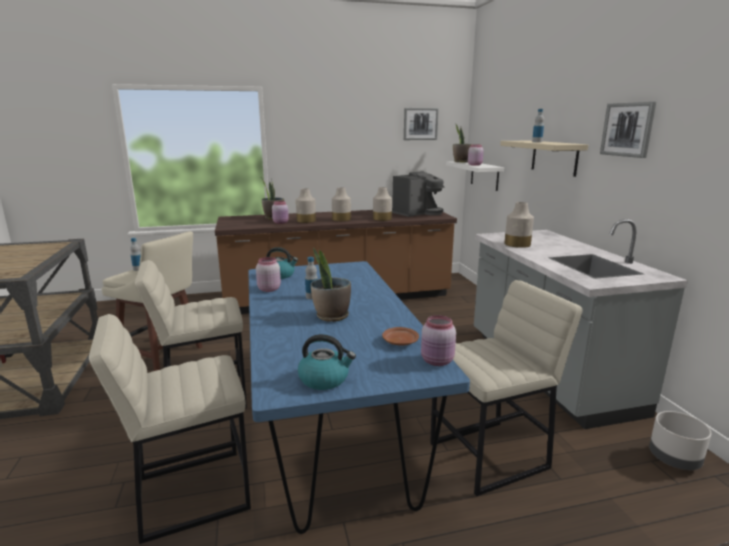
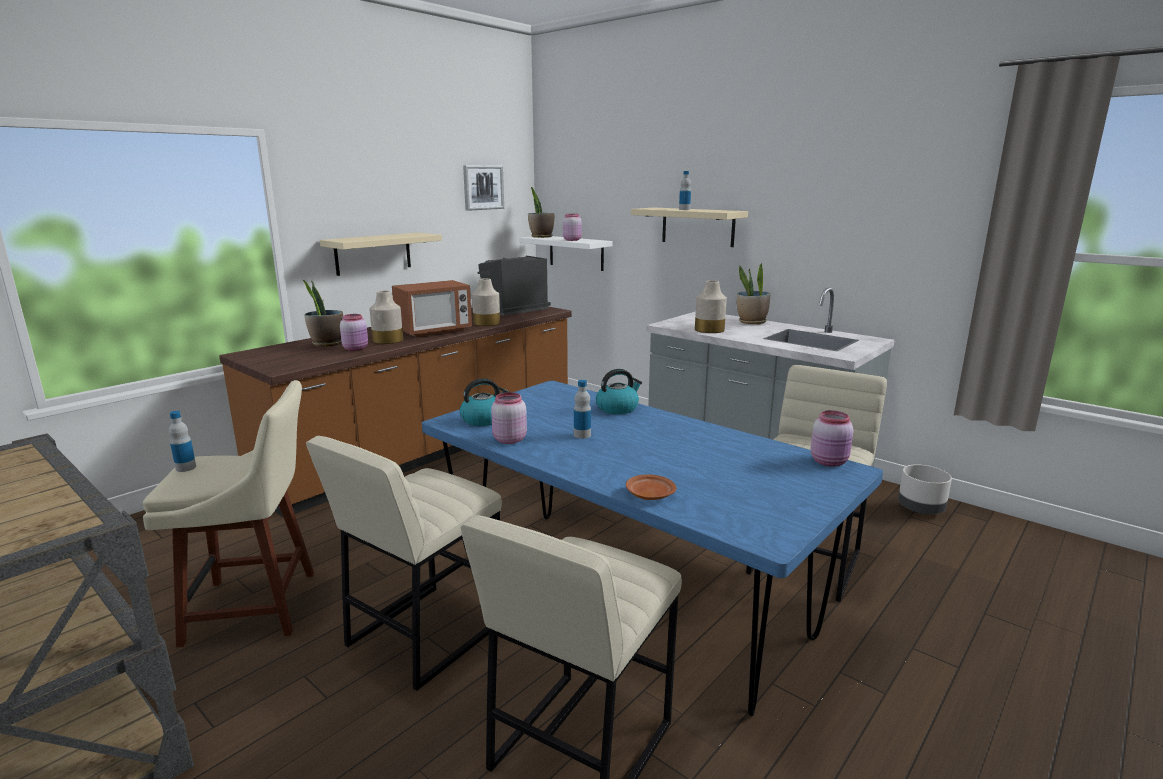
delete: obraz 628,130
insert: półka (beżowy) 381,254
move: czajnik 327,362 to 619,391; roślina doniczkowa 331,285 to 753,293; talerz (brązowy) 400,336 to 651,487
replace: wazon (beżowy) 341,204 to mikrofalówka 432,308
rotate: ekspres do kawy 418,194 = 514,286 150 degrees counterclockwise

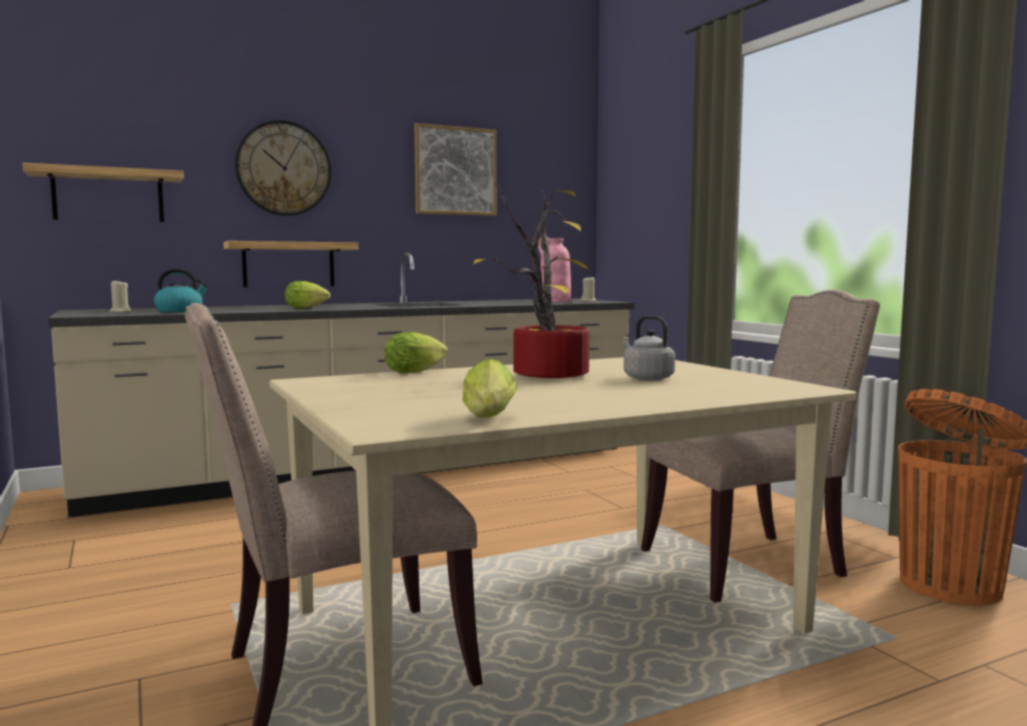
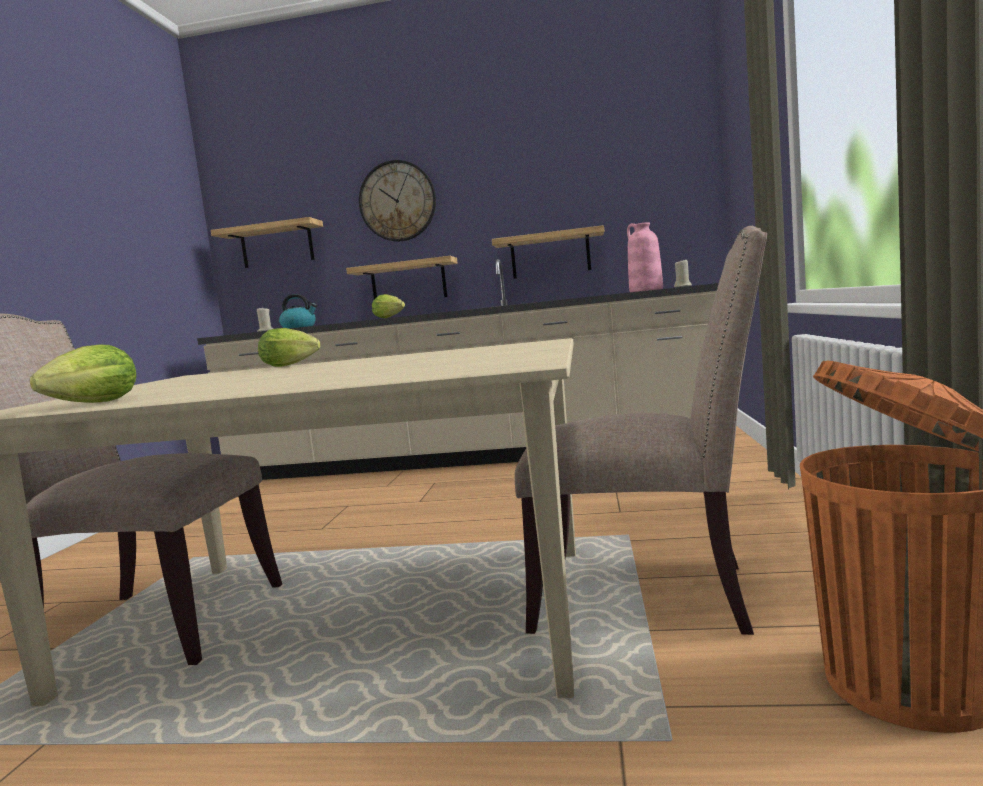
delete: obraz 455,169; roślina doniczkowa 531,280; czajnik (szary) 648,348
insert: półka 548,252

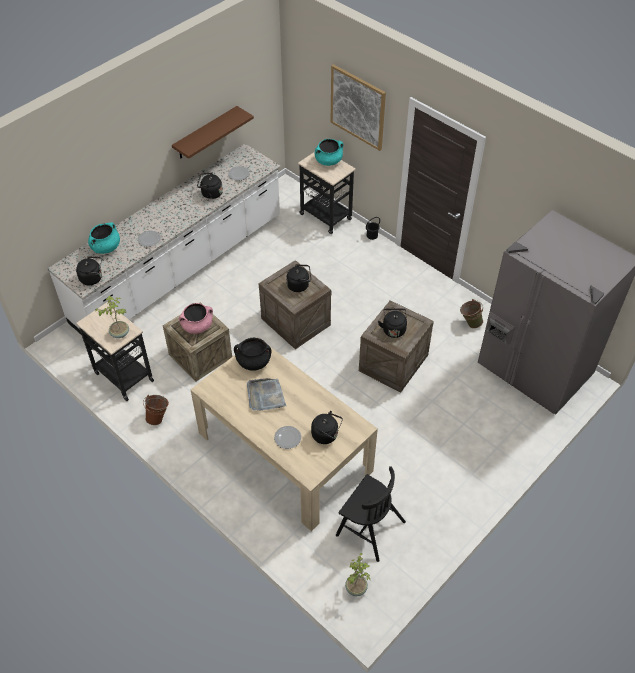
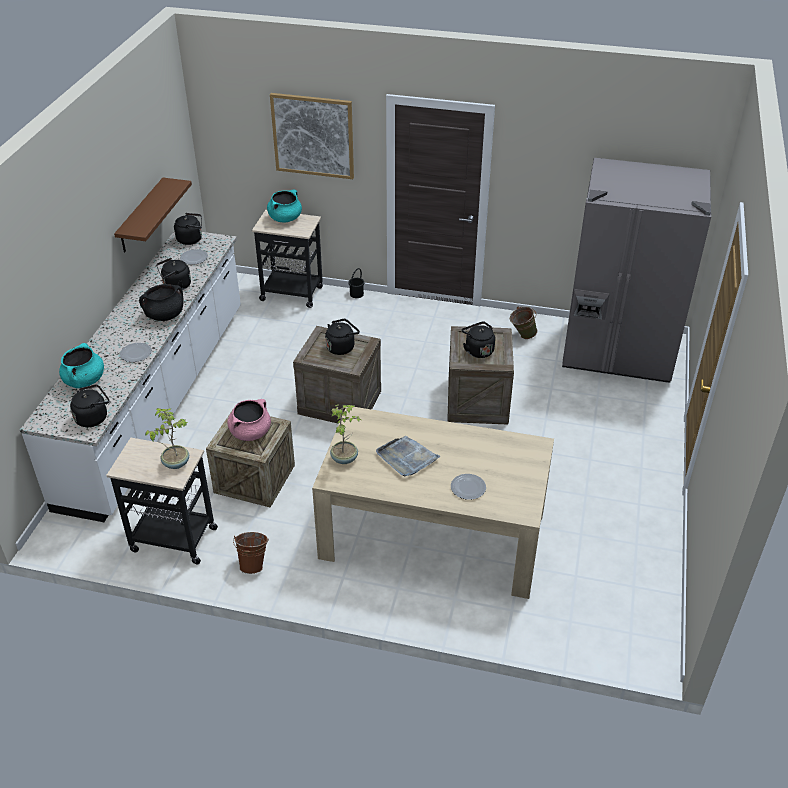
delete: krzesło (czarny) 371,514
move: garnek (czarny) 252,354 to 161,302; czajnik (czarny) 327,427 to 188,229; roślina doniczkowa 357,574 to 346,434

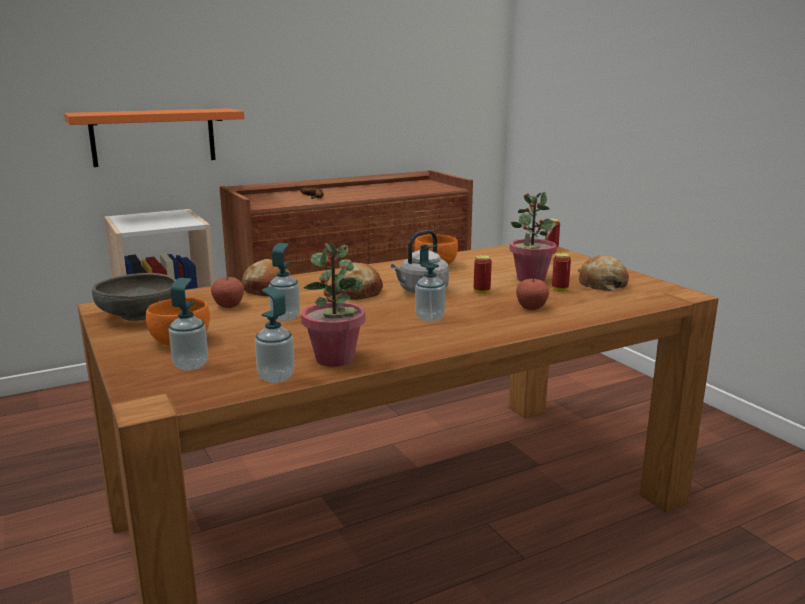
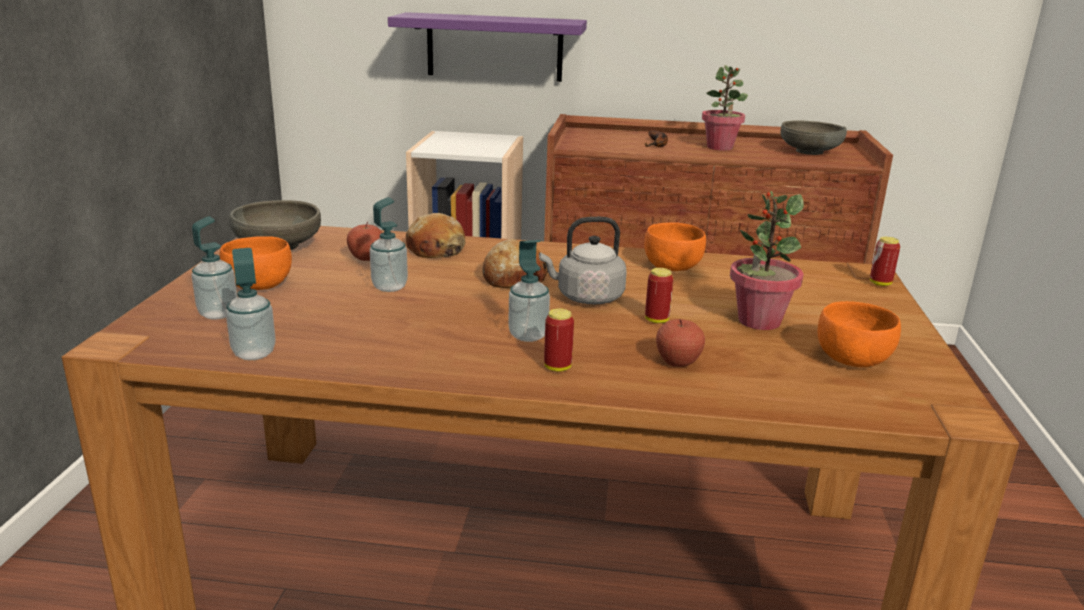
insert: miska (szary) 814,137
move: roślina doniczkowa 333,305 to 725,108; puszka 561,272 to 559,340
replace: chleb 603,273 to miska (pomarańczowy) 859,334
recolor: półka (pomarańczowy) 154,137 to półka (fioletowy) 487,47

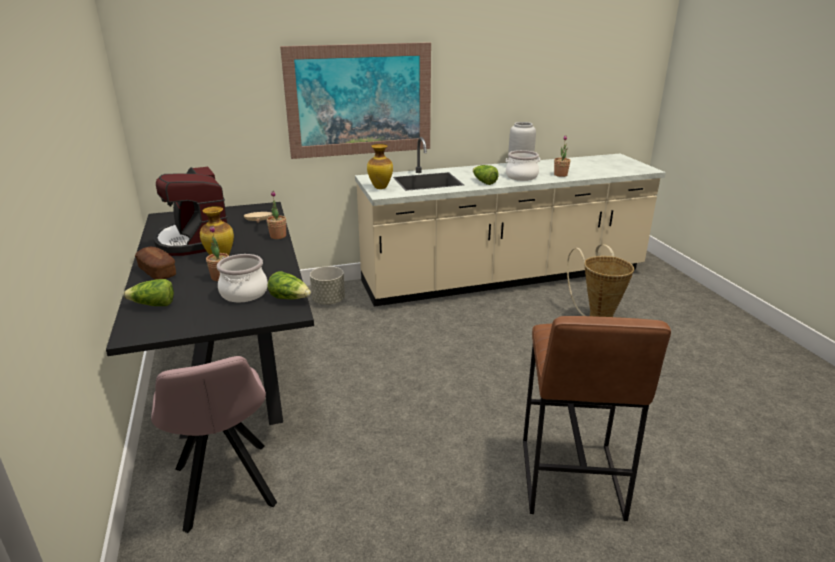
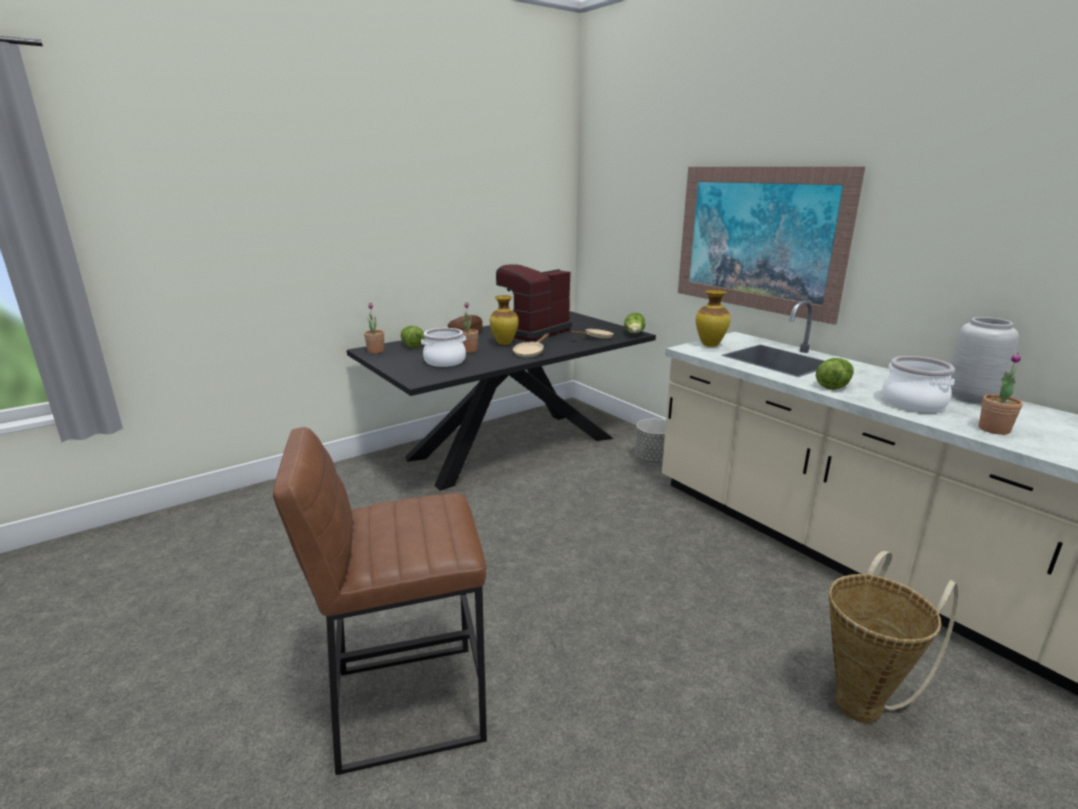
delete: krzesło (różowy) 214,444
insert: patelnia (beżowy) 531,345
move: roślina doniczkowa 276,215 to 374,328; sałata 289,285 to 634,323

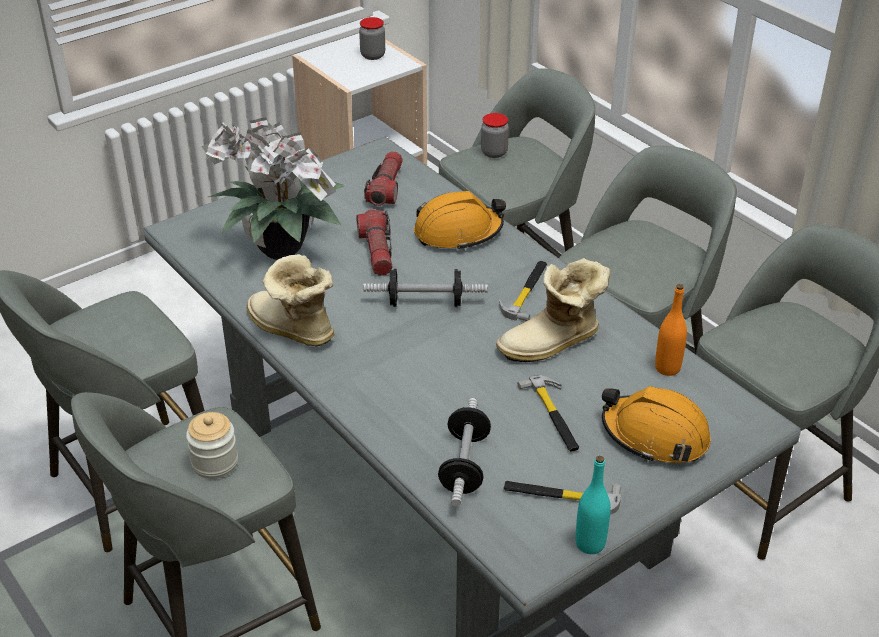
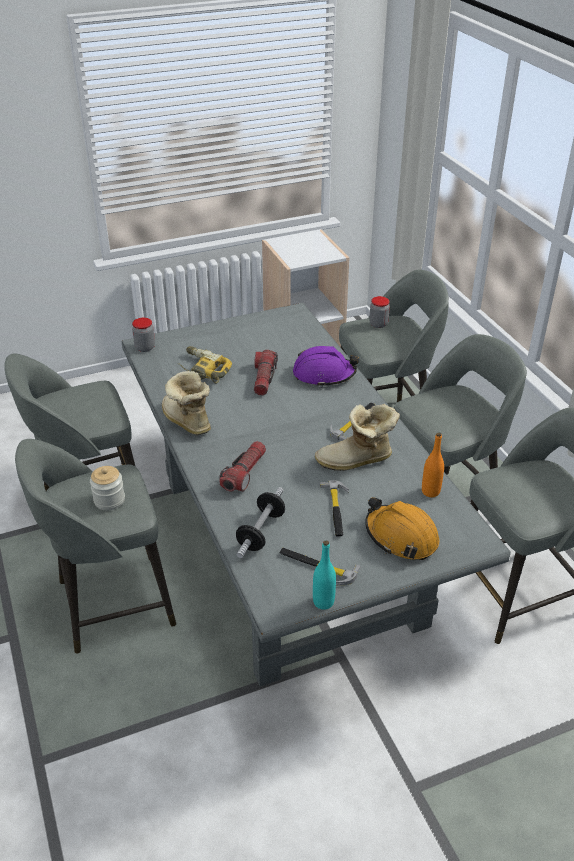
delete: hantel 425,288
move: słoik 372,38 to 143,335; latarka 383,178 to 243,466
replace: roślina doniczkowa 273,188 to wiertarka 205,365
recolor: kask (pomarańczowy) 460,221 to kask (fioletowy) 326,366

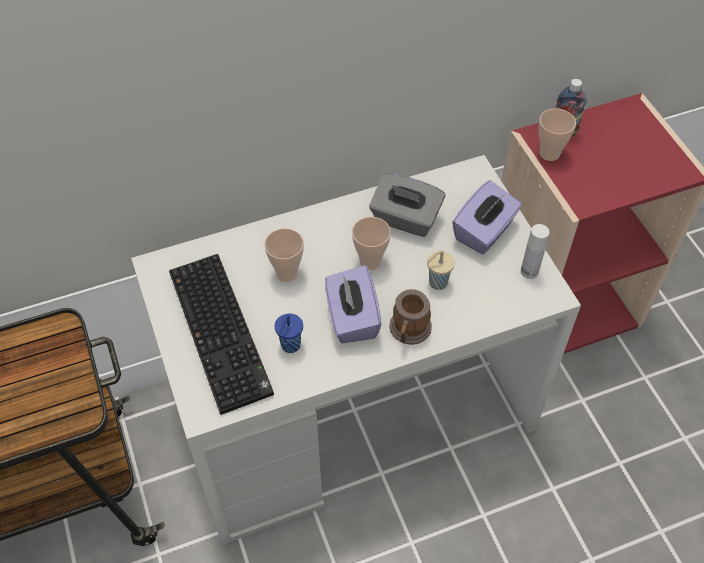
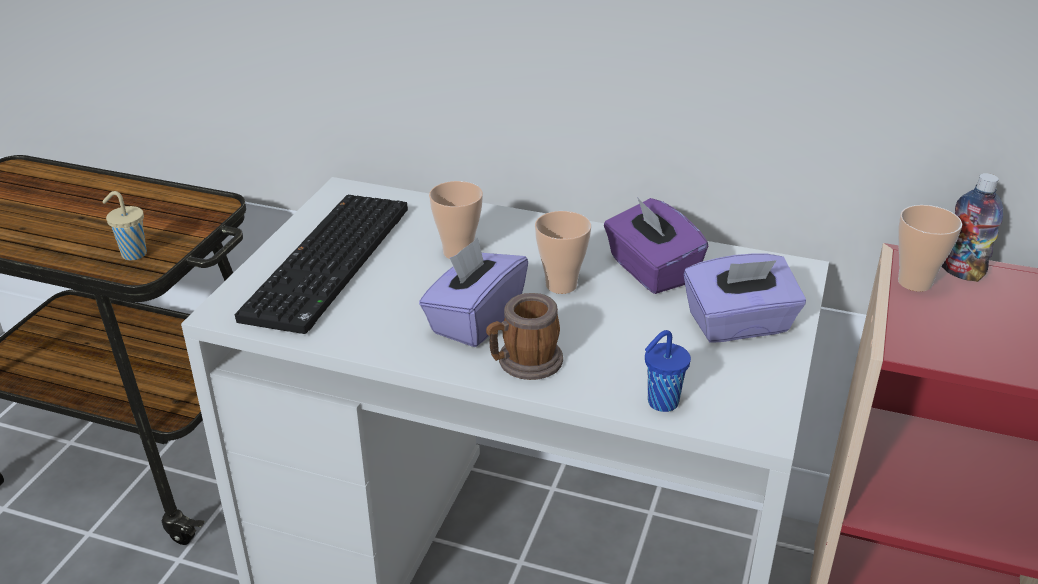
delete: butelka (biały) 535,251
move: filiżanka (niebieski) 289,333 to 668,371; filiżanka (beżowy) 441,270 to 124,225
recolor: pudełko chusteczek (szary) 407,205 to pudełko chusteczek (fioletowy) 656,245

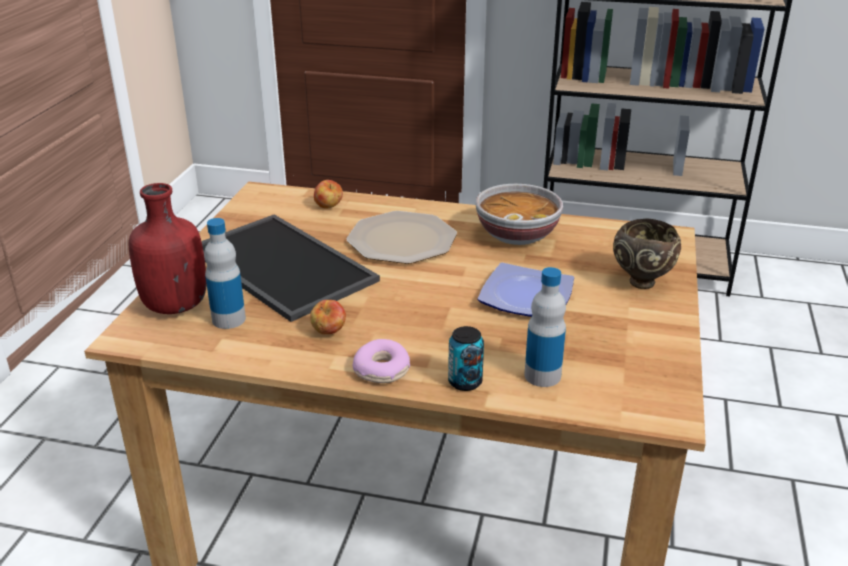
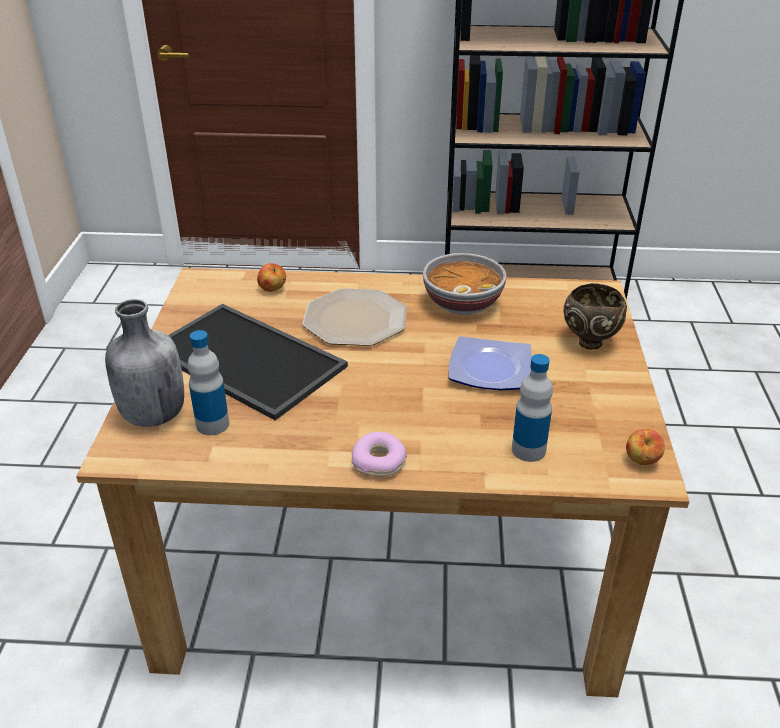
delete: puszka 466,358
move: jabłko 328,317 to 645,447
recolor: butelka (czerwony) 167,248 to butelka (szary) 144,363

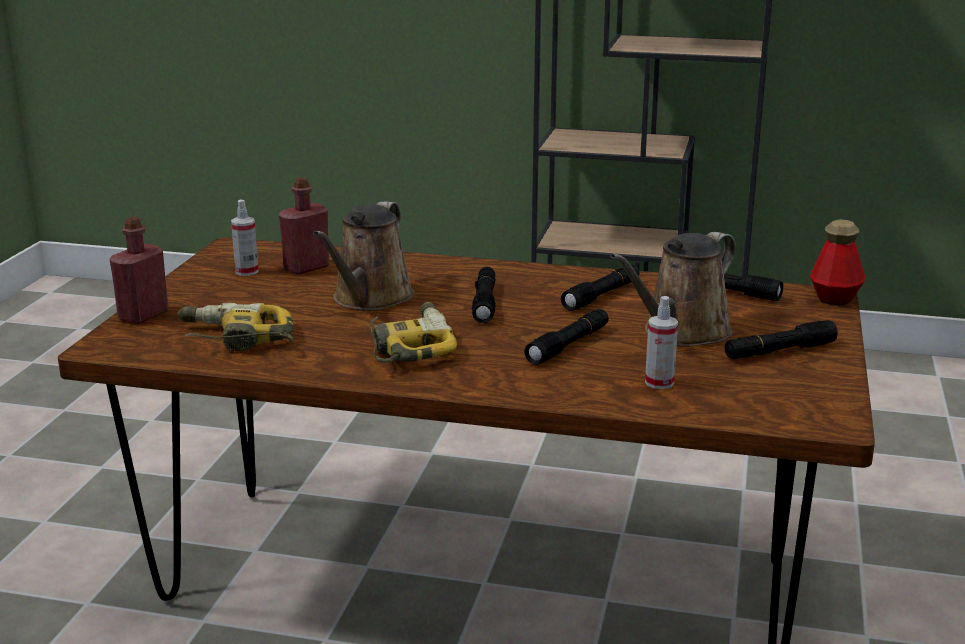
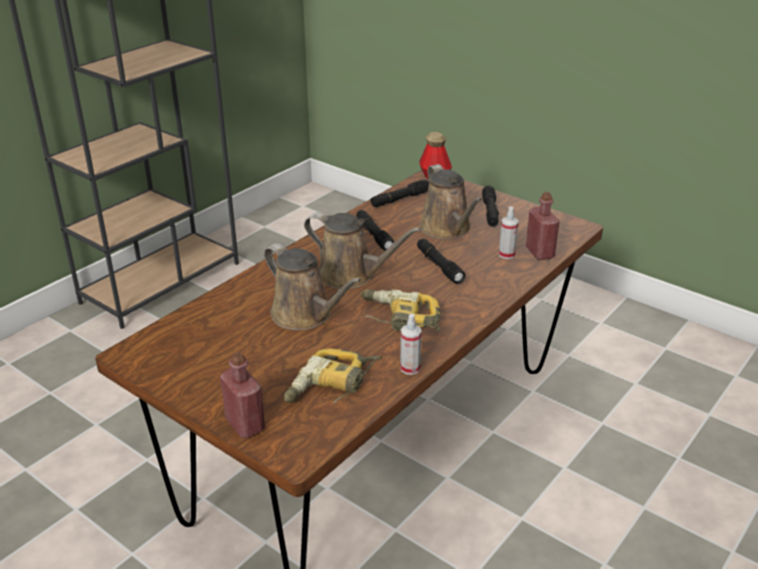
move: spryskiwacz 245,237 to 411,344; butelka (czerwony) 304,226 to 543,226
replace: latarka (czarny) 484,295 to konewka (brązowy) 362,250

